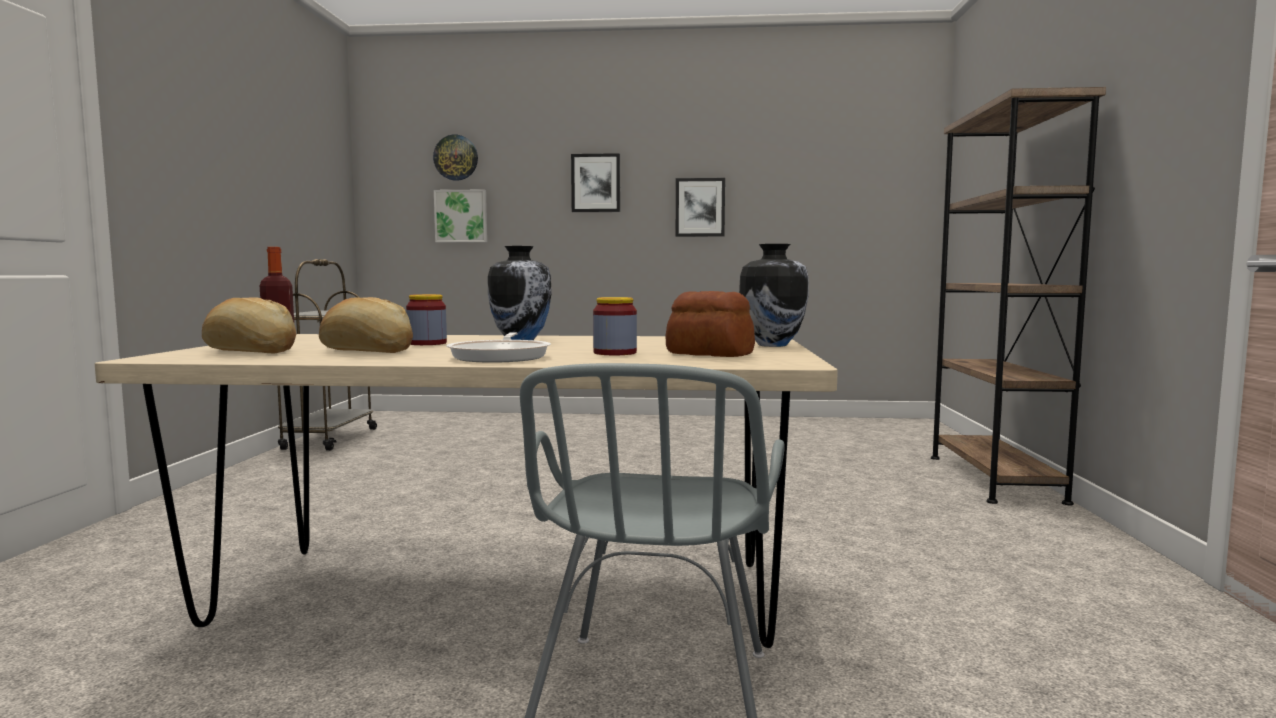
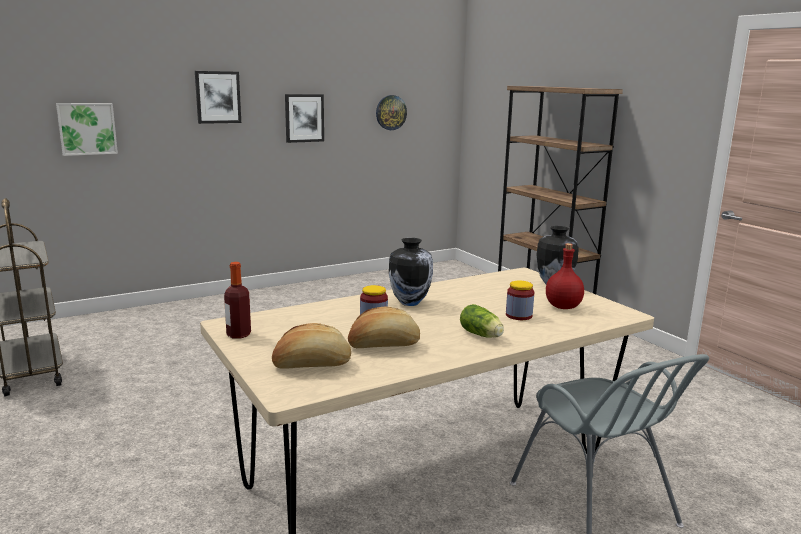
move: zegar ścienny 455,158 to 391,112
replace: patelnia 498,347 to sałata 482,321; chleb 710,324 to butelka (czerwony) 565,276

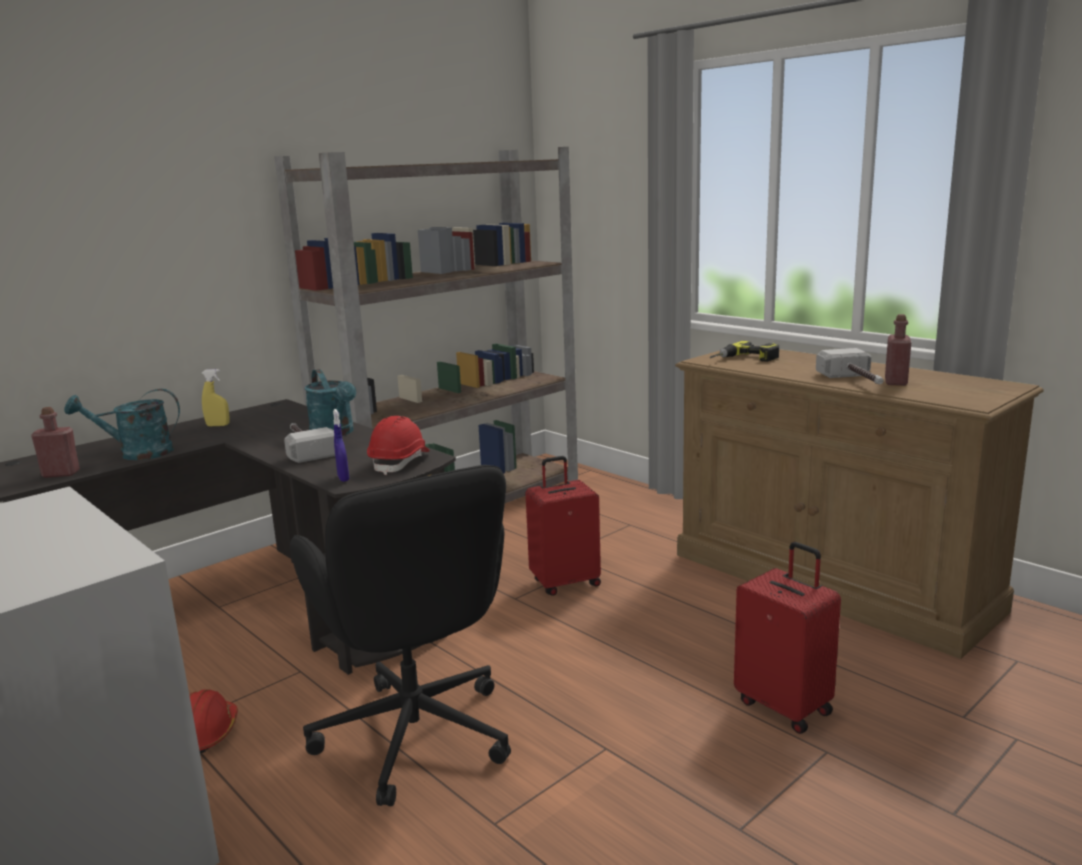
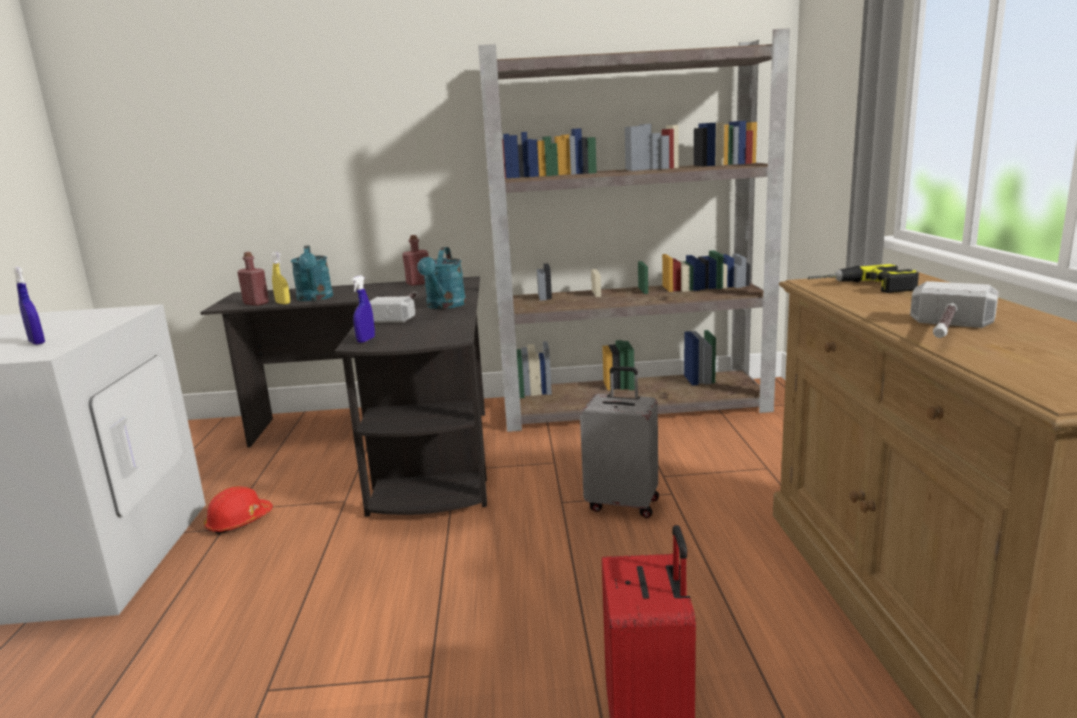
delete: krzesło biurowe (czarny) 400,635; kask (czerwony) 398,445
insert: spryskiwacz (niebieski) 29,306
move: spryskiwacz (żółty) 216,397 to 280,279; butelka (czerwony) 898,350 to 415,260
recolor: walizka (czerwony) 563,526 to walizka (szary) 619,442
rotate: konewka (turkusowy) 122,424 = 312,273 135 degrees counterclockwise

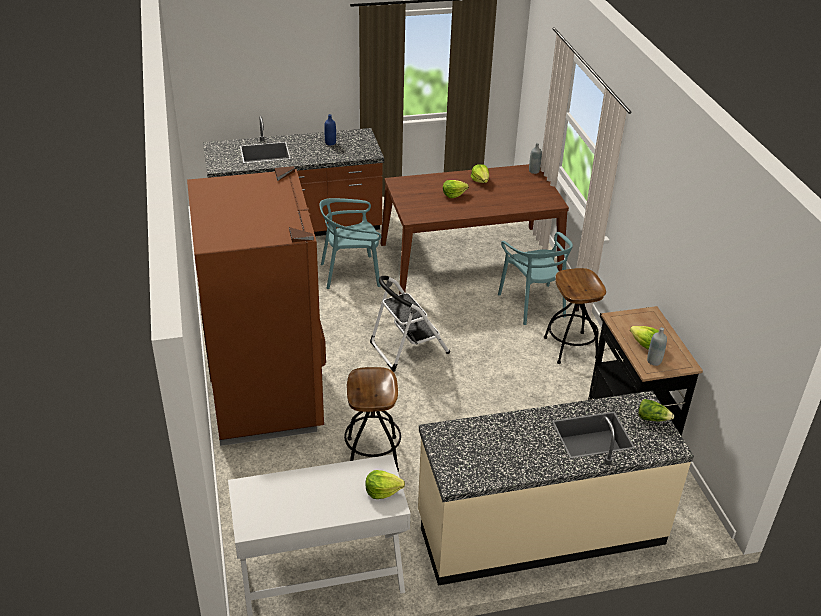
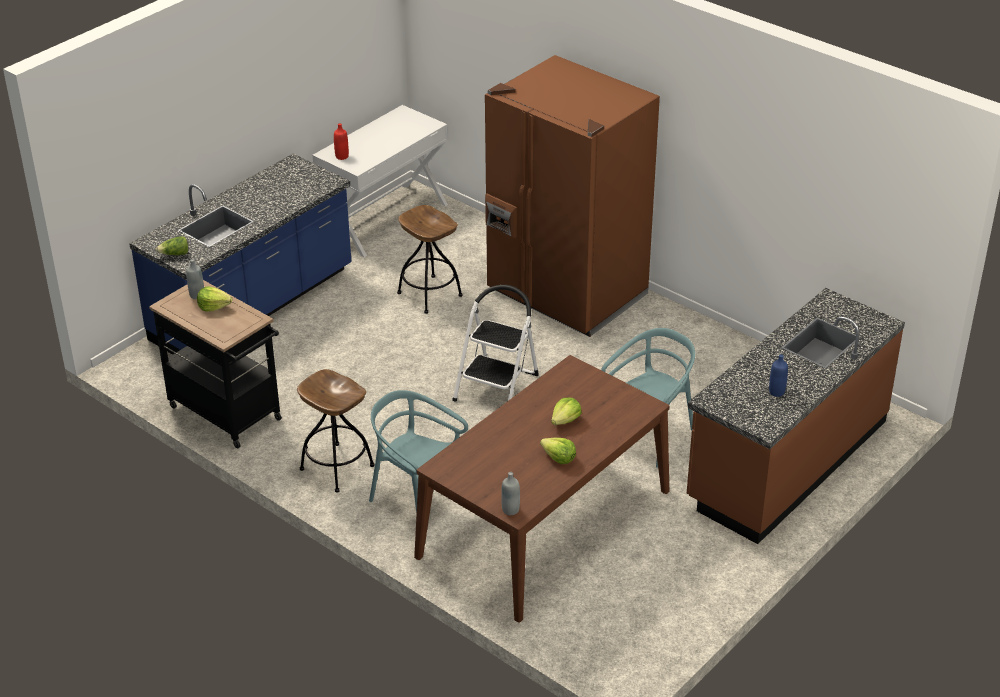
replace: sałata 385,484 to butelka (czerwony) 341,141
recolor: zabudowa kuchenna (beżowy) 556,488 to zabudowa kuchenna (niebieski) 240,254

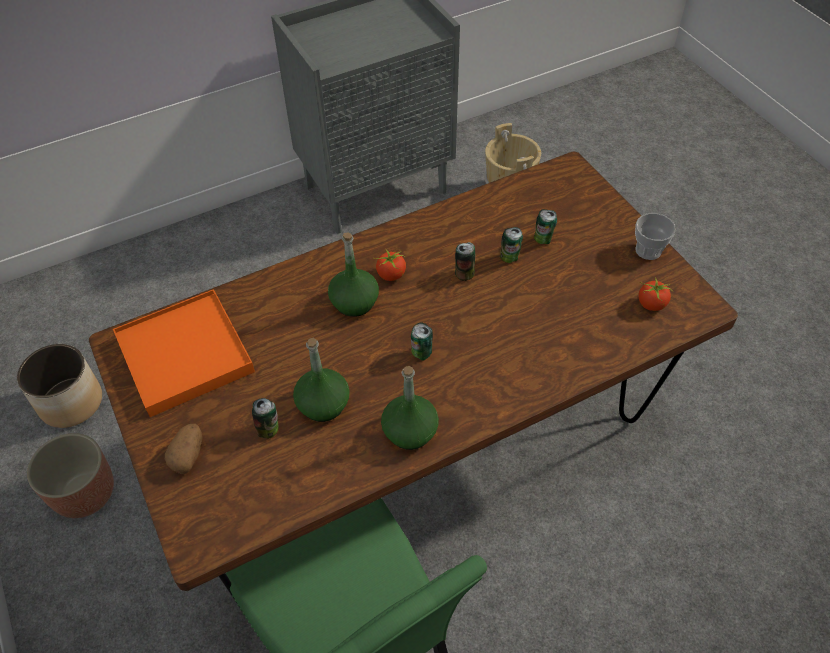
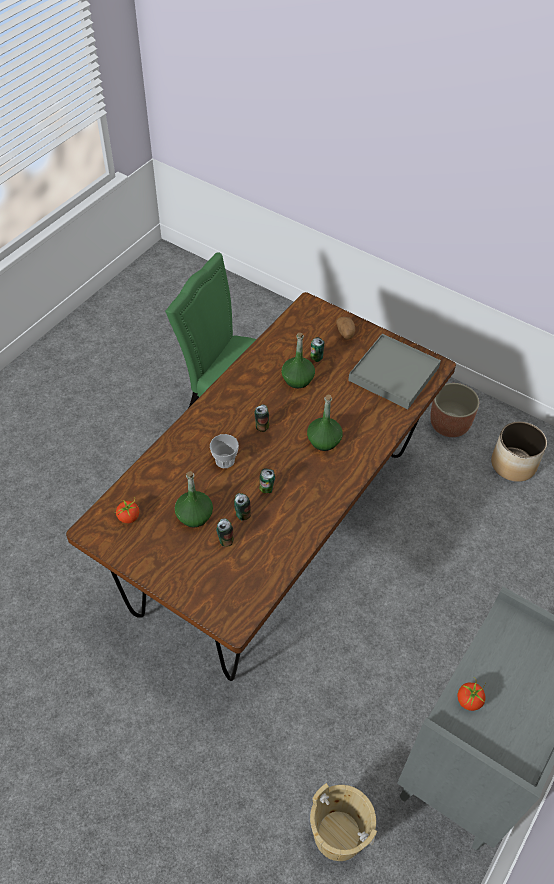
move: pomidor 389,265 to 471,694; butelka (zielony) 410,408 to 194,499; filiżanka 655,236 to 224,451
recolor: taca (pomarańczowy) 184,353 to taca (szary) 394,371

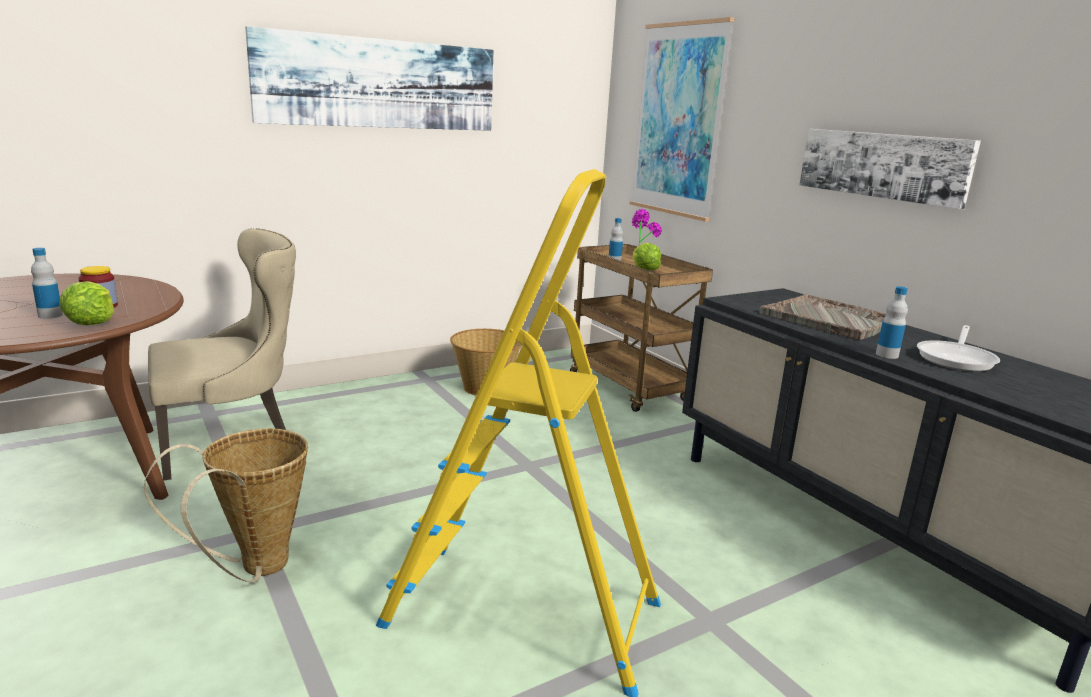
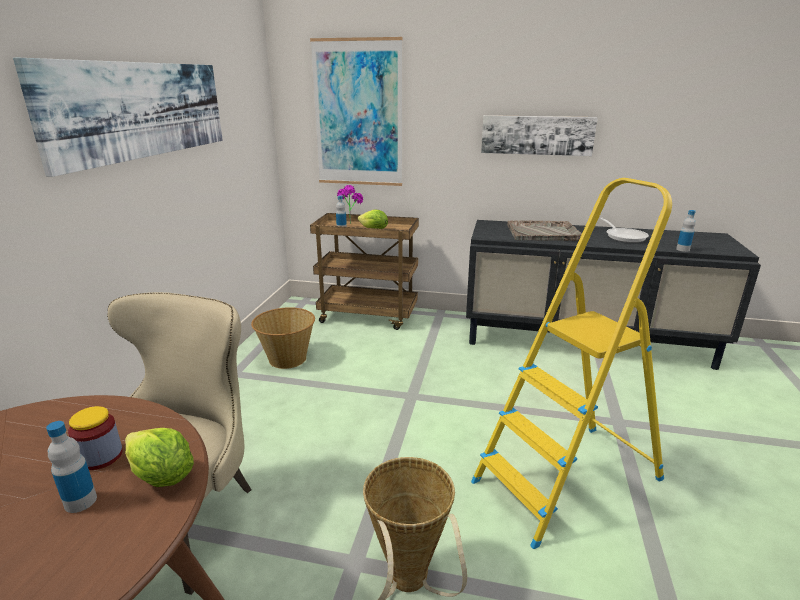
move: butelka 892,322 to 686,231

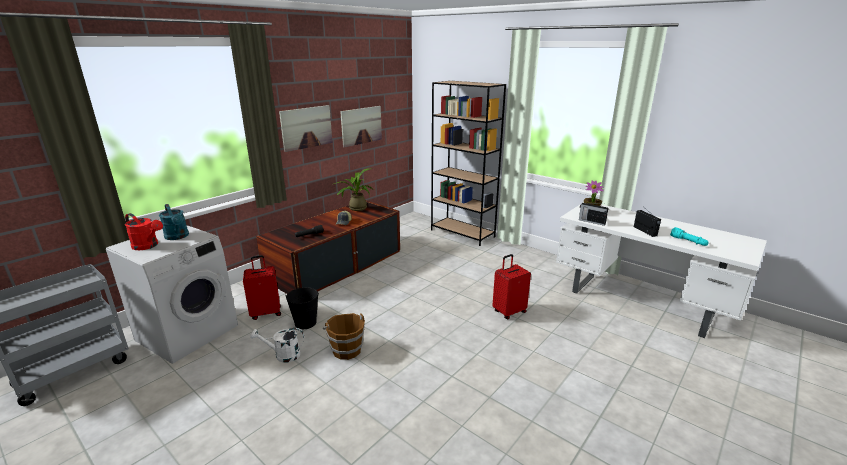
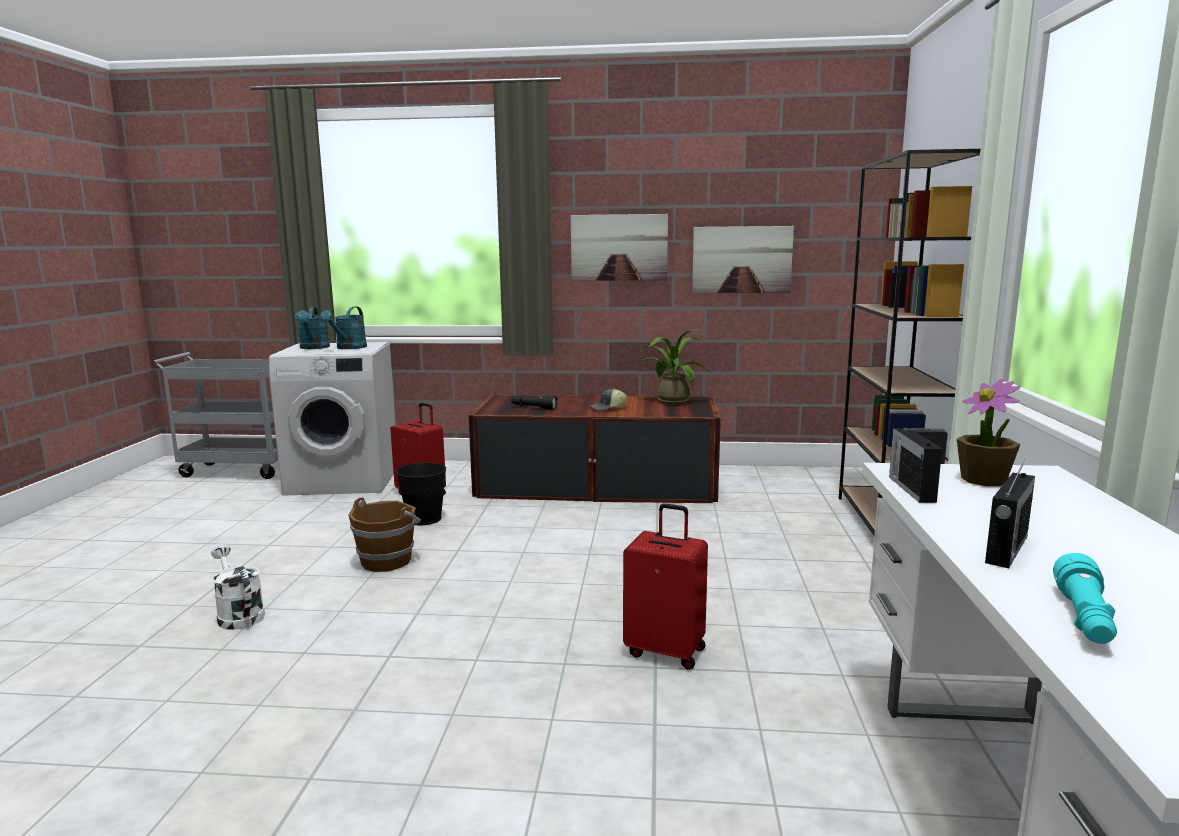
move: konewka (biały) 277,345 to 238,587
recolor: konewka (czerwony) 144,231 to konewka (turkusowy) 312,328

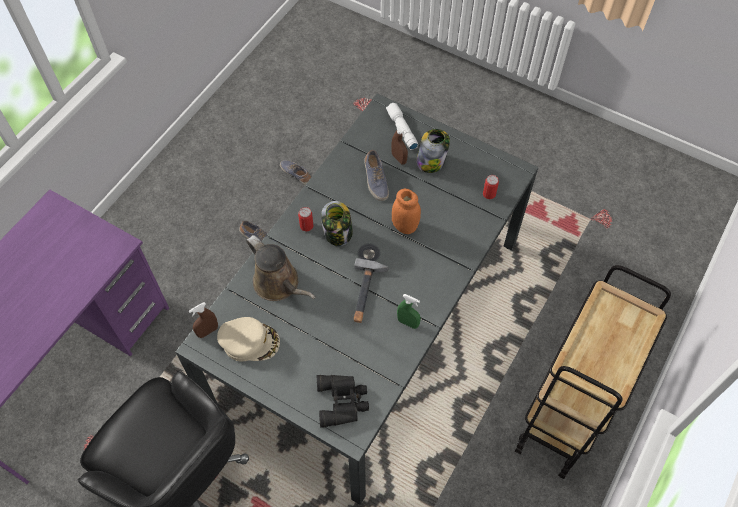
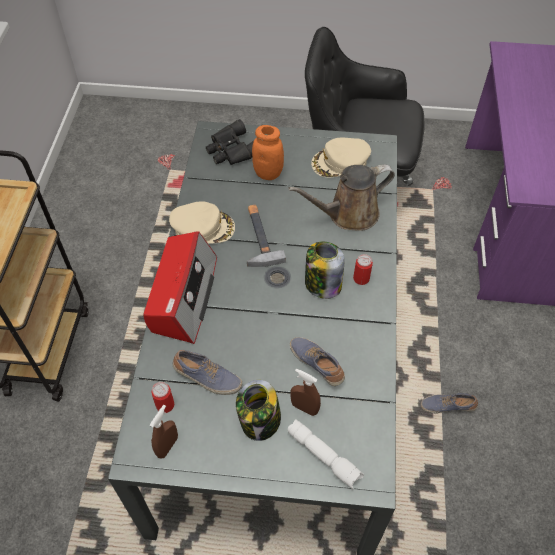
insert: radio 180,287
move: spryskiwacz (brązowy) 203,320 to 163,432; but 295,172 to 207,372; słoik (pomarańczowy) 406,211 to 268,152
replace: spryskiwacz (zielony) 409,311 to czapka z daszkiem (beżowy) 202,222
rotate: konewka (brązowy) 281,268 = 341,197 45 degrees counterclockwise

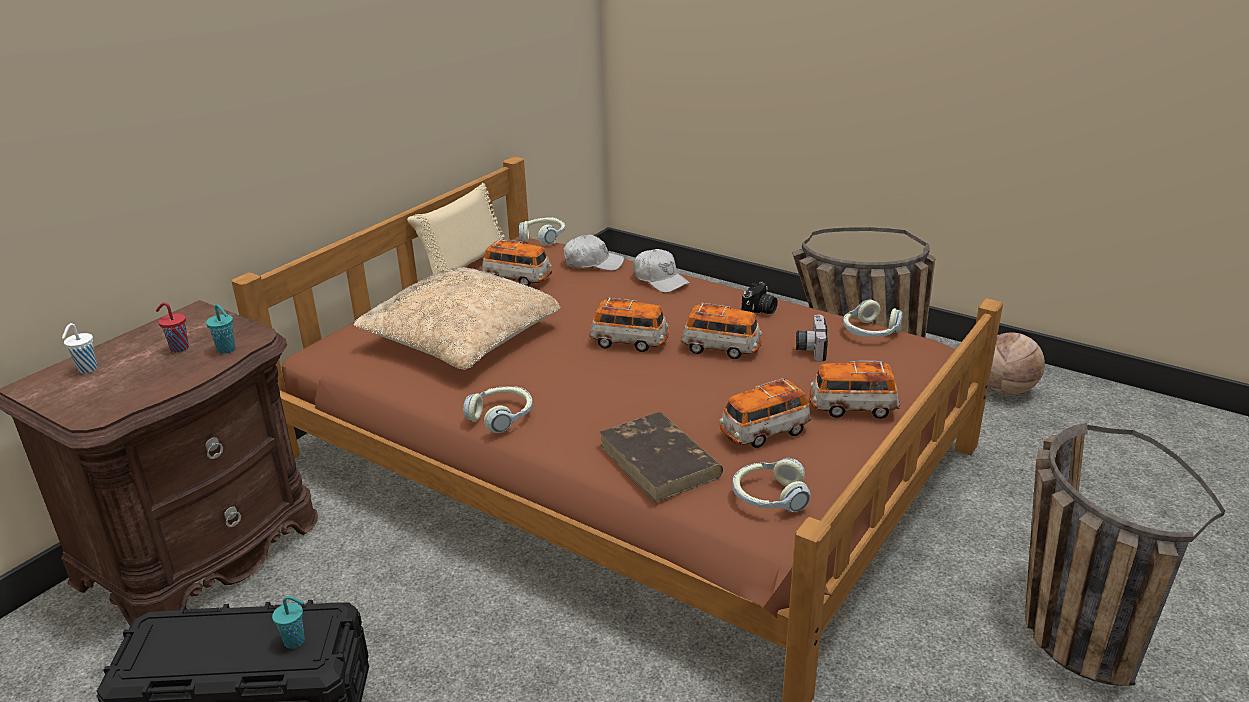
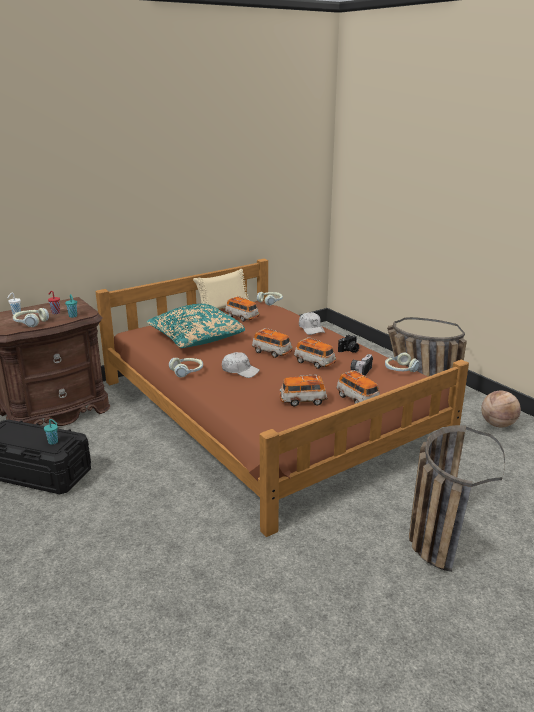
delete: książka (brązowy) 661,457
move: czapka z daszkiem (biały) 594,253 to 241,365; słuchawki 771,485 to 31,317
recolor: poduszka (beżowy) 457,318 to poduszka (turkusowy) 196,325
rotate: samochodzik 854,390 = 358,387 150 degrees counterclockwise

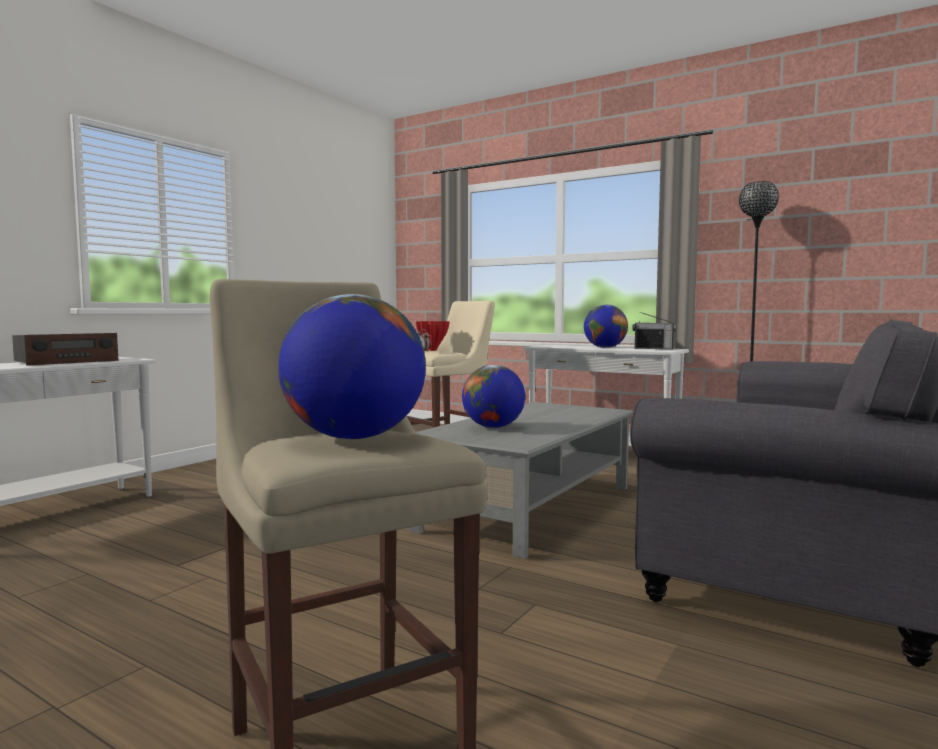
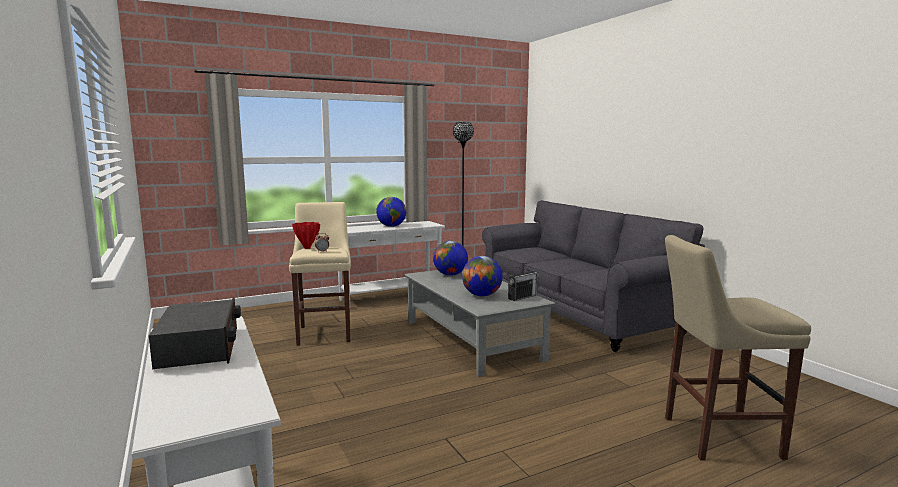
move: globus 352,366 to 450,258; radio 654,330 to 523,283

